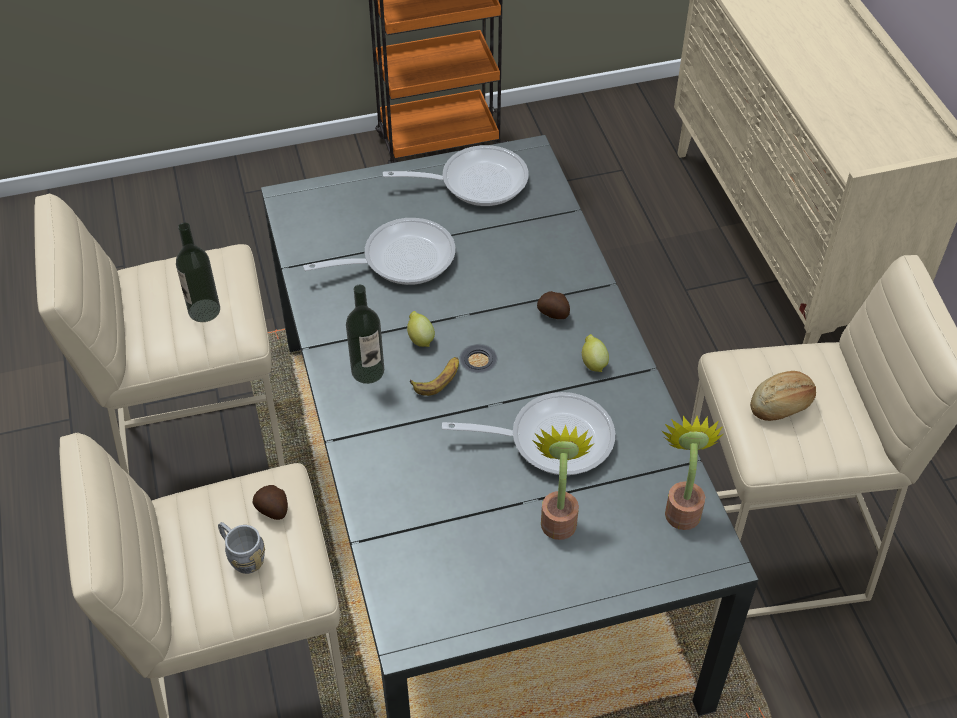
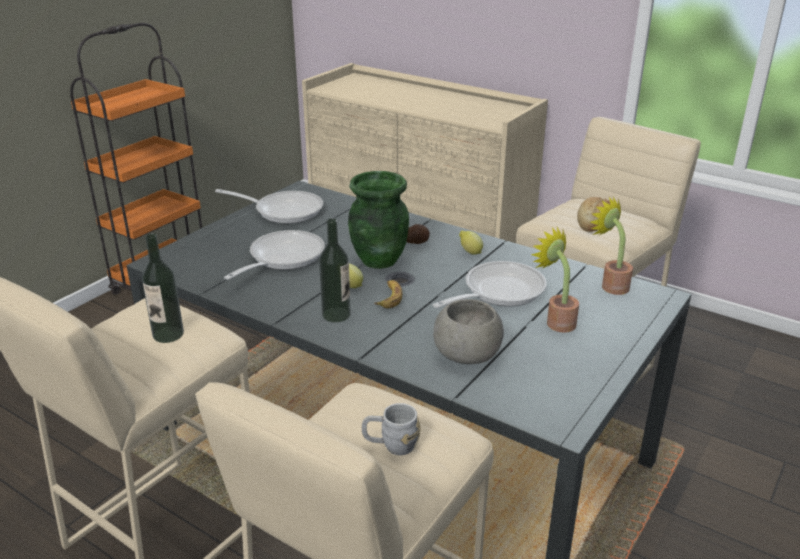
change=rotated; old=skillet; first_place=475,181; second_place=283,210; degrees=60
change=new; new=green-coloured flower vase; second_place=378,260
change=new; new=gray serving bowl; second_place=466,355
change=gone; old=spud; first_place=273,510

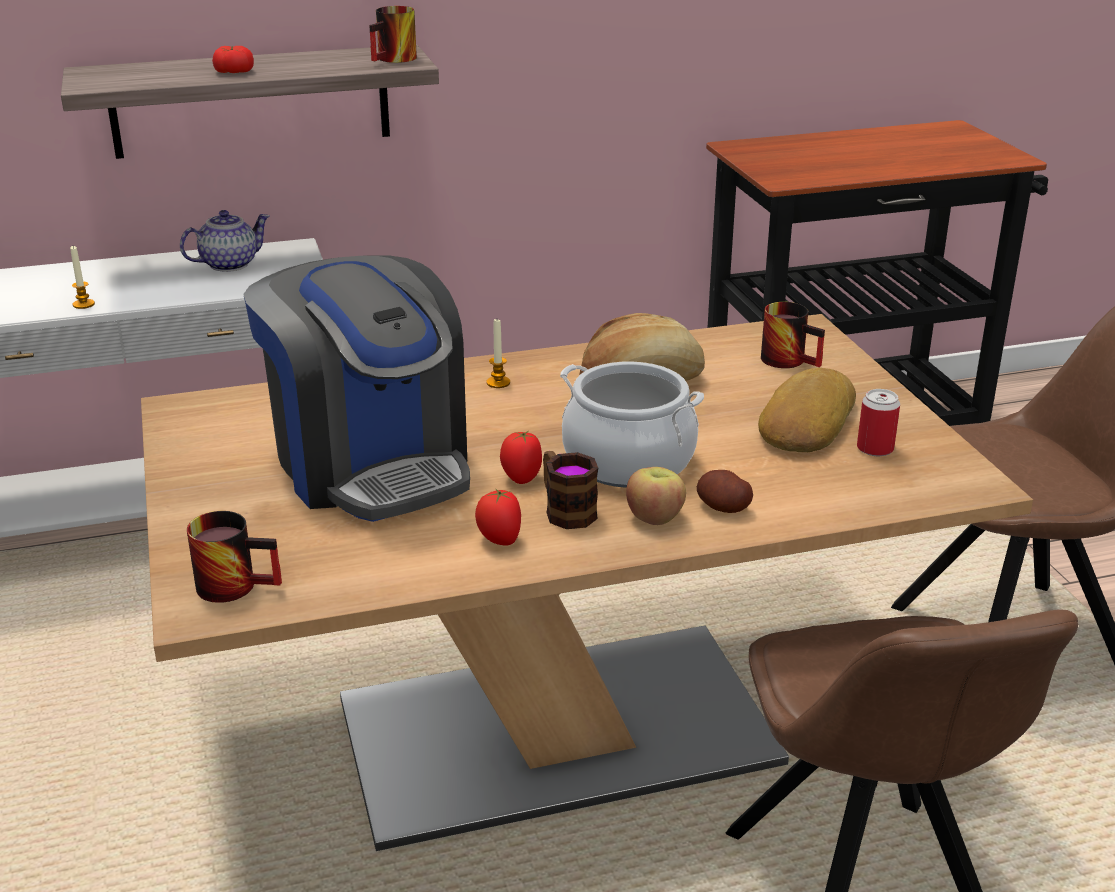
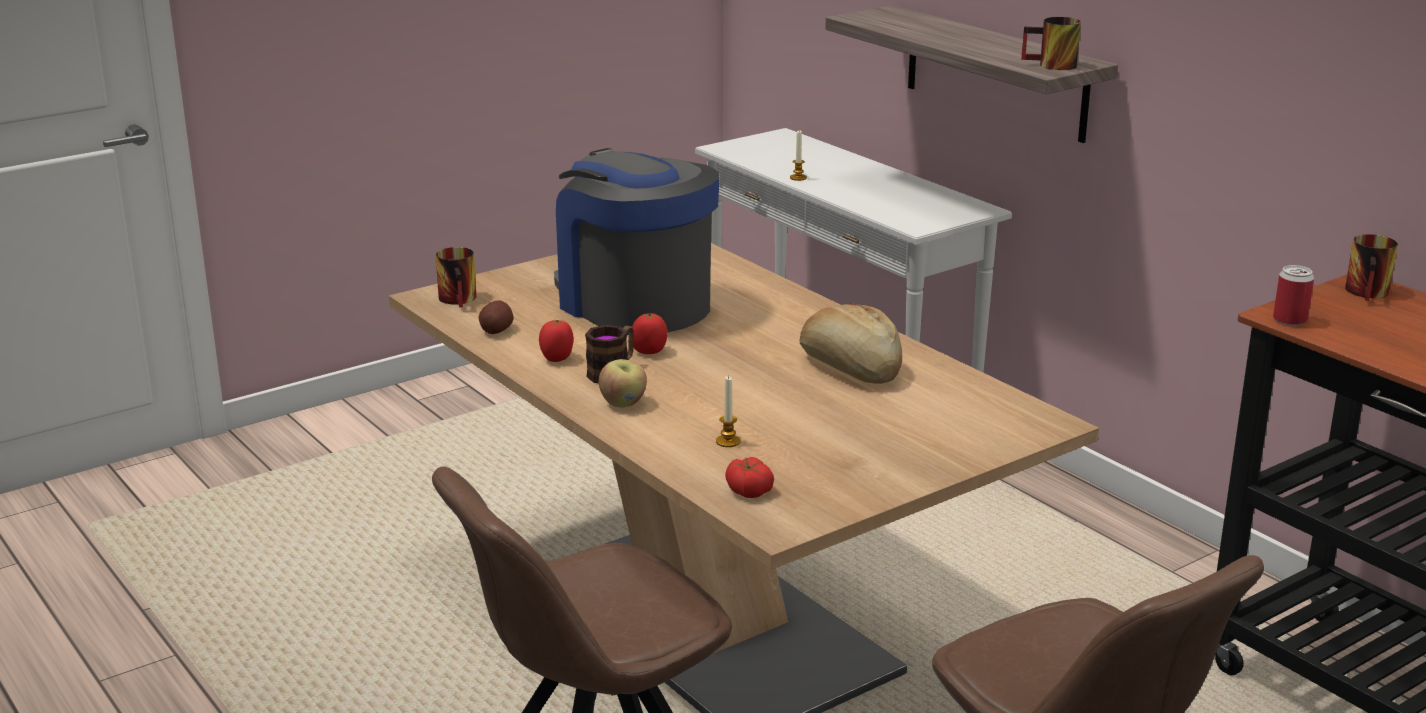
change=shifted; old=spud; first_place=723,507; second_place=496,330
change=rotated; old=coffee brewer; first_place=371,464; second_place=633,304; degrees=105
change=shifted; old=wax candle; first_place=498,383; second_place=728,441
change=shifted; old=fresh tomato; first_place=234,72; second_place=748,490
change=shifted; old=can; first_place=875,449; second_place=1289,320
change=shifted; old=mug; first_place=791,360; second_place=1371,293
change=gone; old=pot for tea; first_place=229,264
change=gone; old=stockpot; first_place=628,461
change=gone; old=bread; first_place=804,422

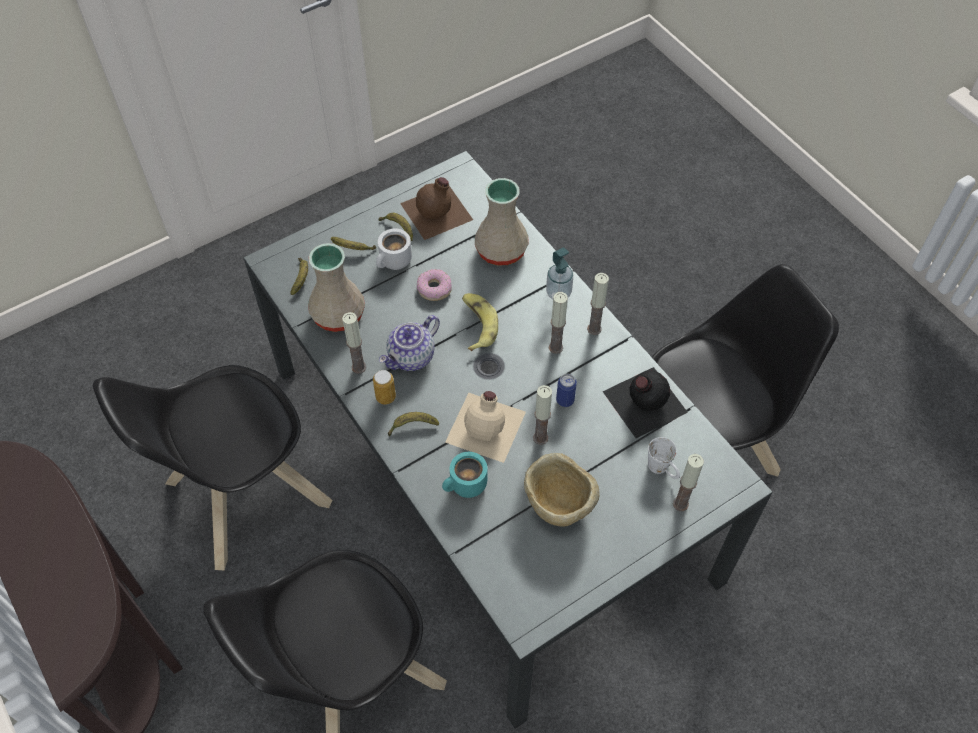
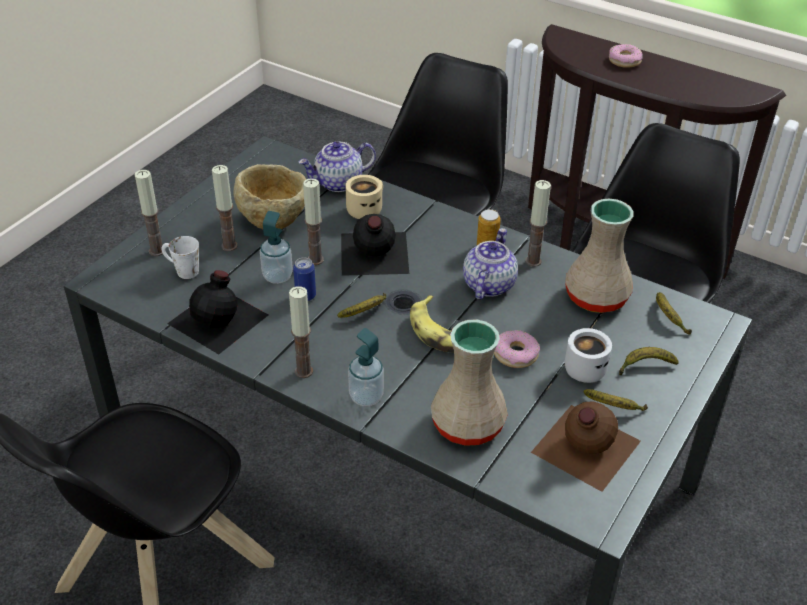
change=shifted; old=wax candle; first_place=555,347; second_place=229,246
change=new; new=soap bottle; second_place=277,276
change=new; new=pot for tea; second_place=338,183
change=shifted; old=banana; first_place=412,426; second_place=365,311
change=repainted; old=beige drink bottle; new=black drink bottle; first_place=487,426; second_place=373,254
change=repainted; old=turquoise-coloured mug; new=beige mug; first_place=466,486; second_place=365,209
change=new; new=donut; second_place=624,61

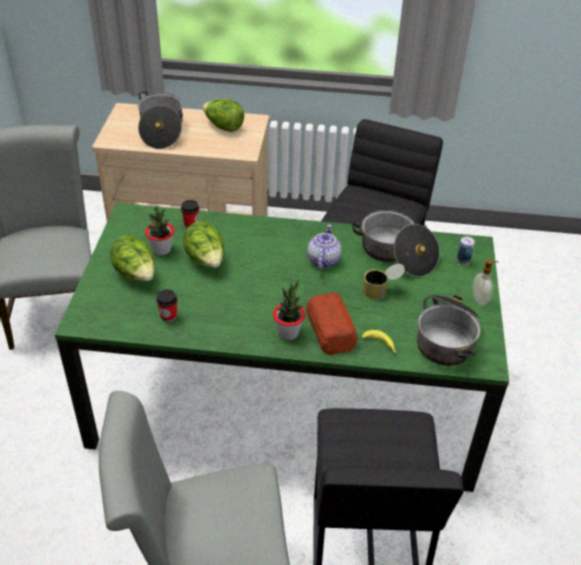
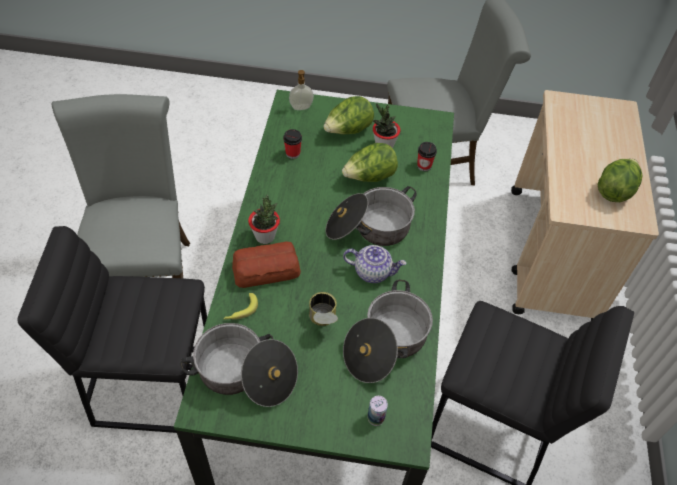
change=shifted; old=soap bottle; first_place=480,299; second_place=301,108
change=shifted; old=stockpot; first_place=161,130; second_place=369,228

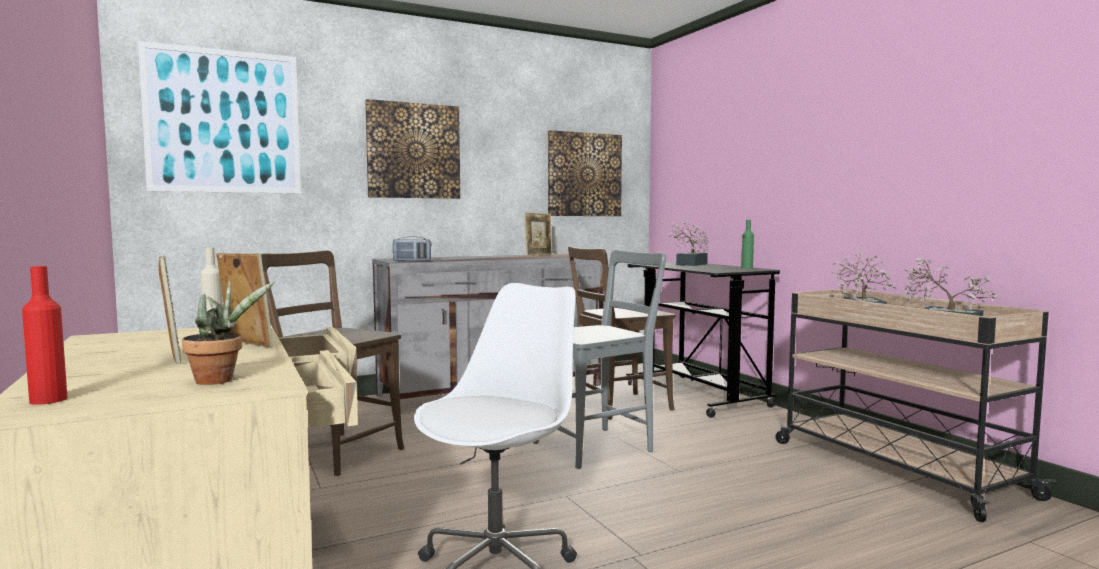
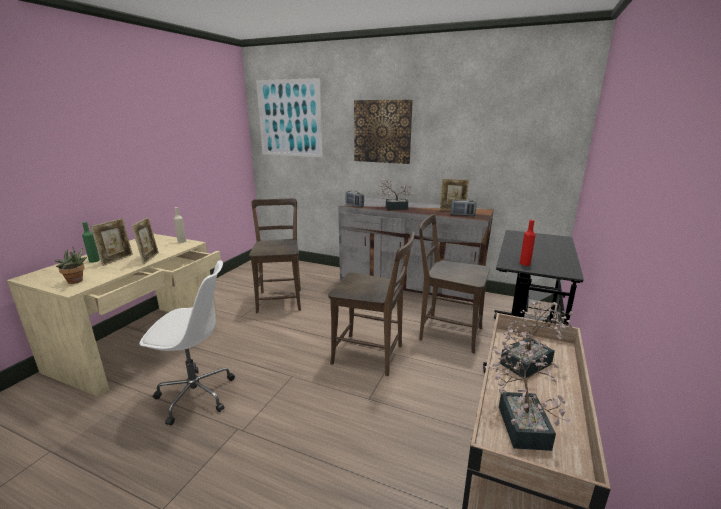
change=shifted; old=green-coloured drink bottle; first_place=747,268; second_place=94,260
change=repainted; old=gray plain chair; new=brown-coloured plain chair; first_place=598,446; second_place=371,355
change=shifted; old=potted plant; first_place=689,264; second_place=393,207
change=new; new=radio set; second_place=462,215
change=shifted; old=red drink bottle; first_place=48,400; second_place=525,263
change=gone; old=wall art; first_place=584,174

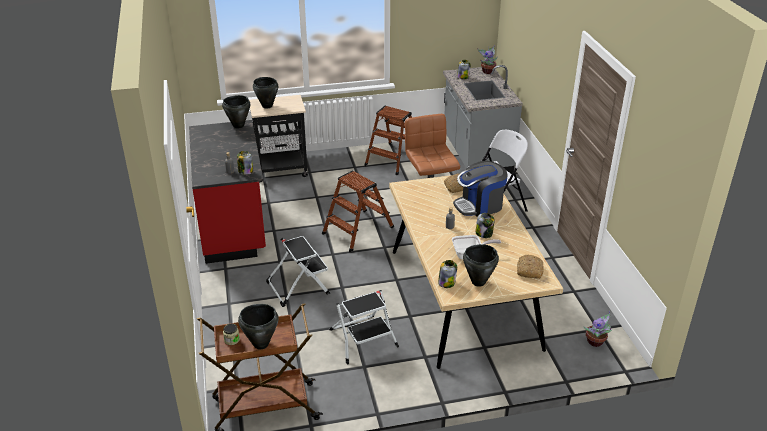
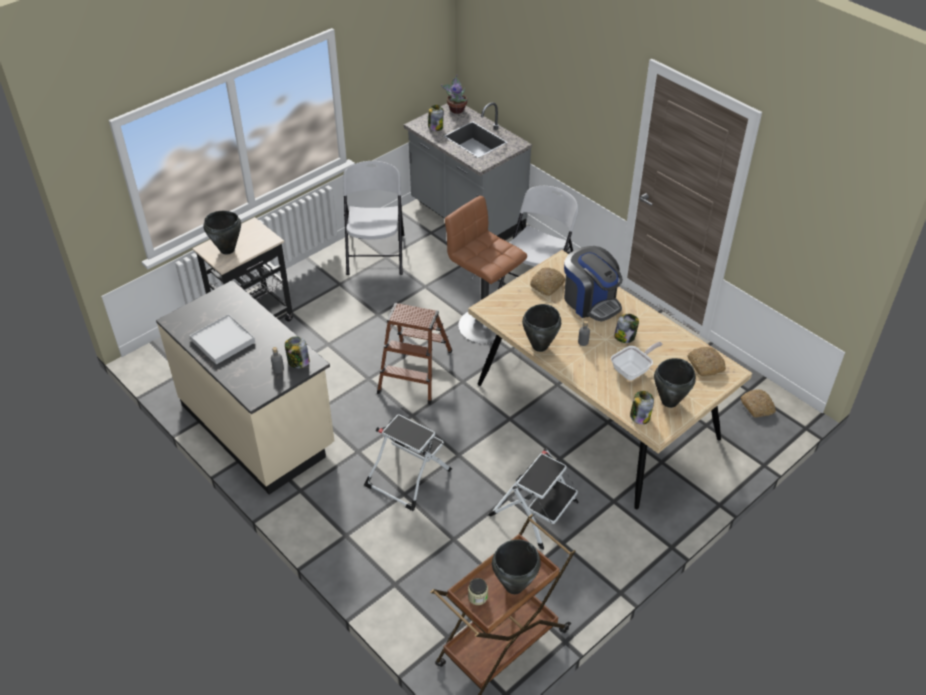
change=repainted; old=red counter; new=beige counter; first_place=233,225; second_place=258,426
change=new; new=whitish tray; second_place=223,341
change=swapped; old=brown-coloured step stool; new=whitish plain chair; first_place=393,158; second_place=376,254
change=shifted; old=black stockpot; first_place=238,126; second_place=539,346
change=rotated; old=coffee brewer; first_place=479,206; second_place=590,301; degrees=-75
change=swapped; old=potted plant; new=bread; first_place=596,342; second_place=757,407

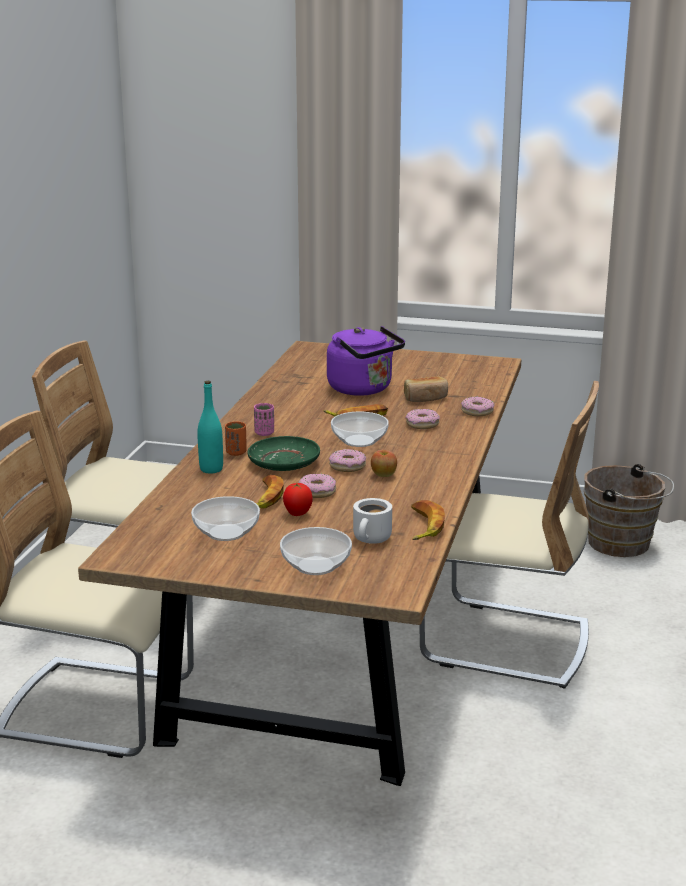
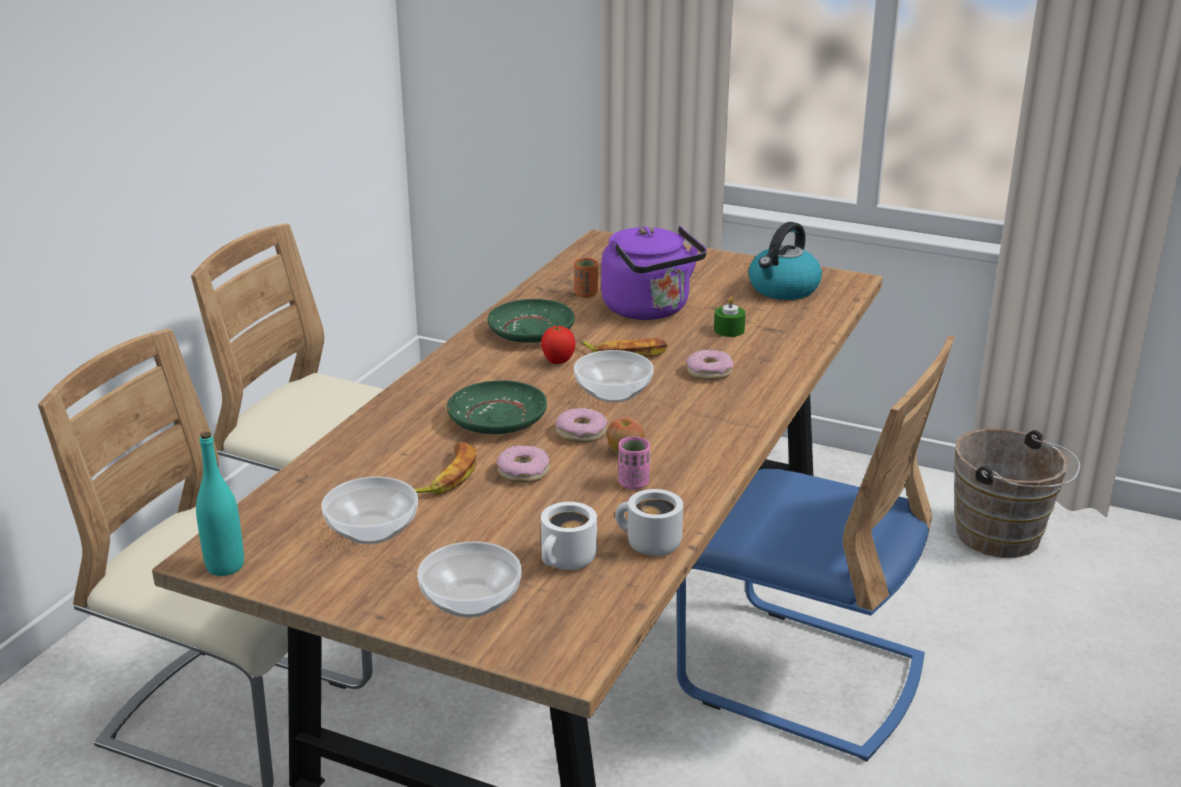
change=shifted; old=turquoise-coloured drink bottle; first_place=211,469; second_place=225,566
change=new; new=green-coloured plate; second_place=531,332
change=shifted; old=fresh tomato; first_place=297,514; second_place=557,362
change=shifted; old=orange cup; first_place=236,452; second_place=586,294
change=swapped; old=banana; new=whitish mug; first_place=423,526; second_place=648,545
change=shifted; old=pink cup; first_place=264,433; second_place=633,483
change=repainted; old=beige plain chair; new=blue plain chair; first_place=505,642; second_place=801,677
change=swapped; old=bread; new=green-coloured wax candle; first_place=425,398; second_place=729,330
change=new; new=tea kettle; second_place=783,289
change=gone; old=donut; first_place=477,411

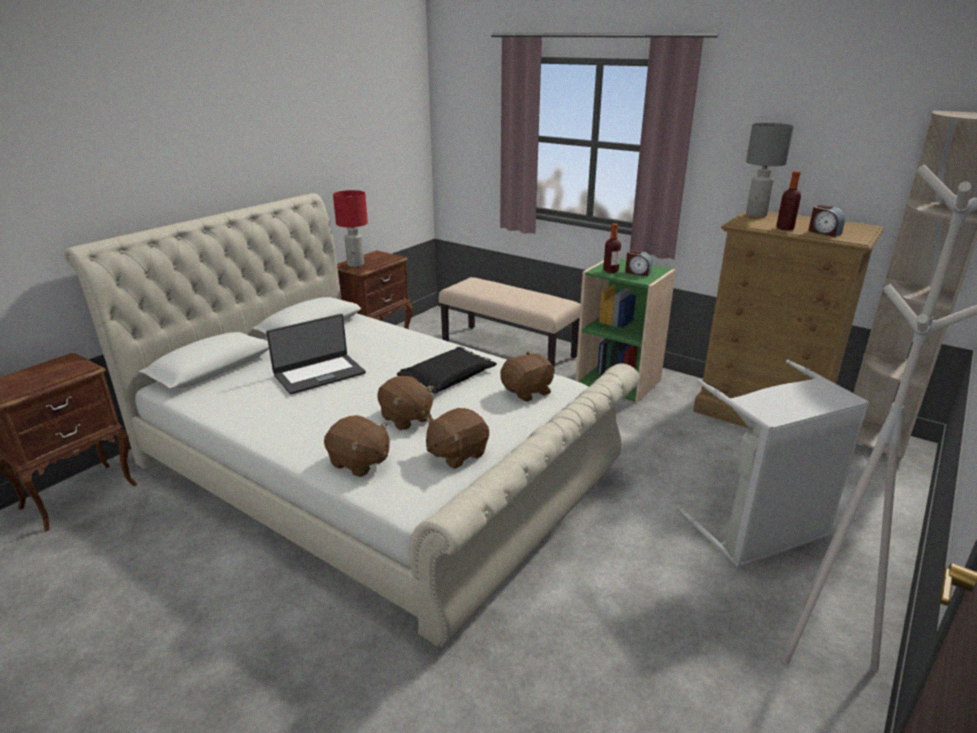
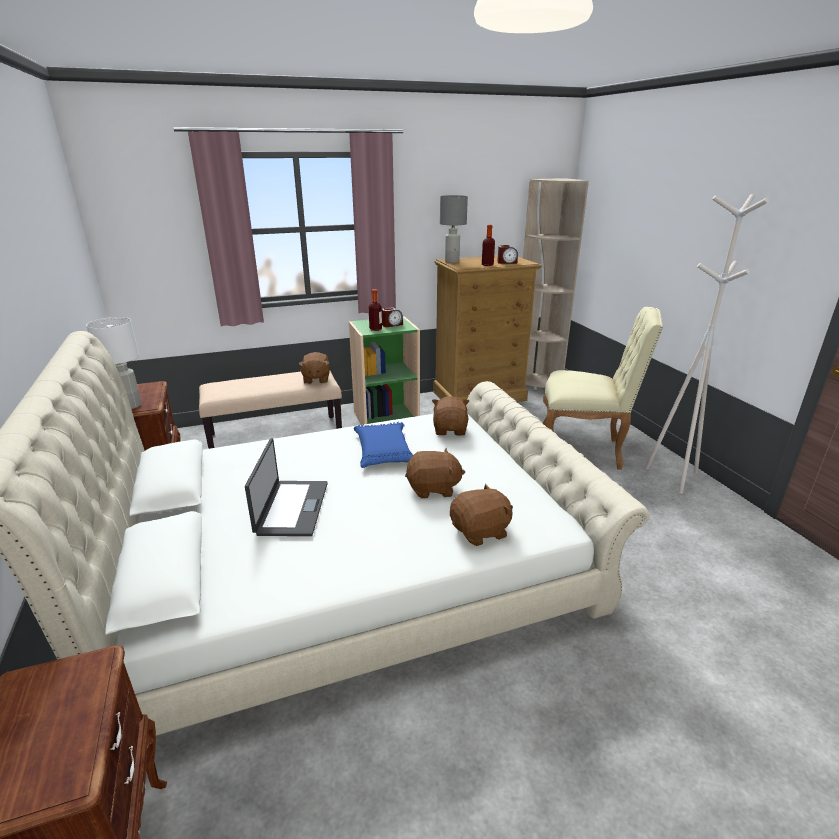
change=repainted; old=red table lamp; new=whitish table lamp; first_place=356,265; second_place=131,405
change=shifted; old=brown-coloured cuddly toy; first_place=456,454; second_place=316,379
change=repainted; old=black throw pillow; new=blue throw pillow; first_place=448,375; second_place=383,449
change=swapped; old=gray hamper; new=beige plain chair; first_place=760,532; second_place=582,450

